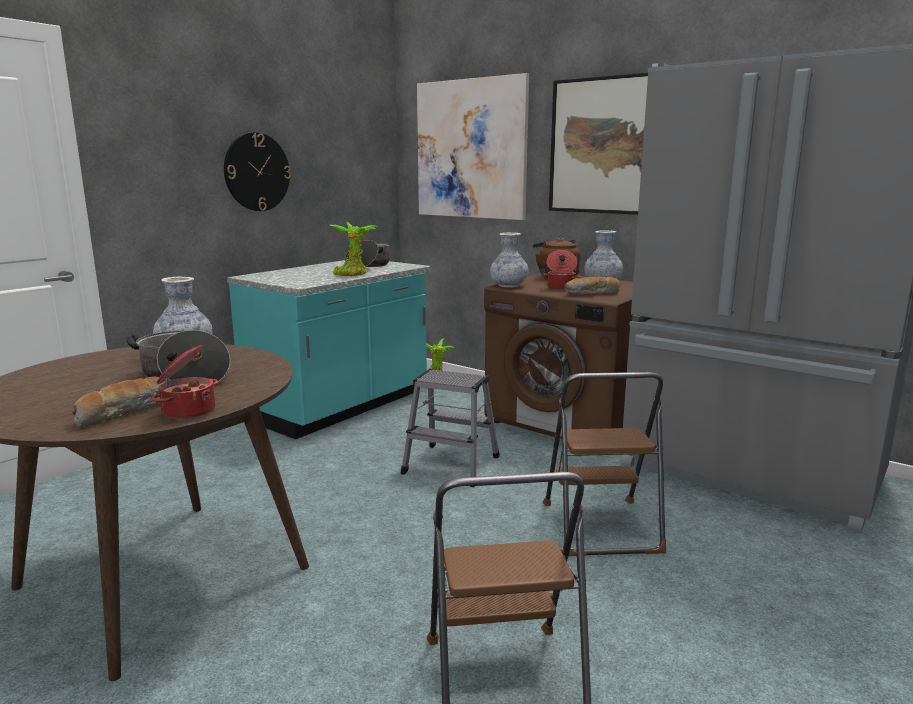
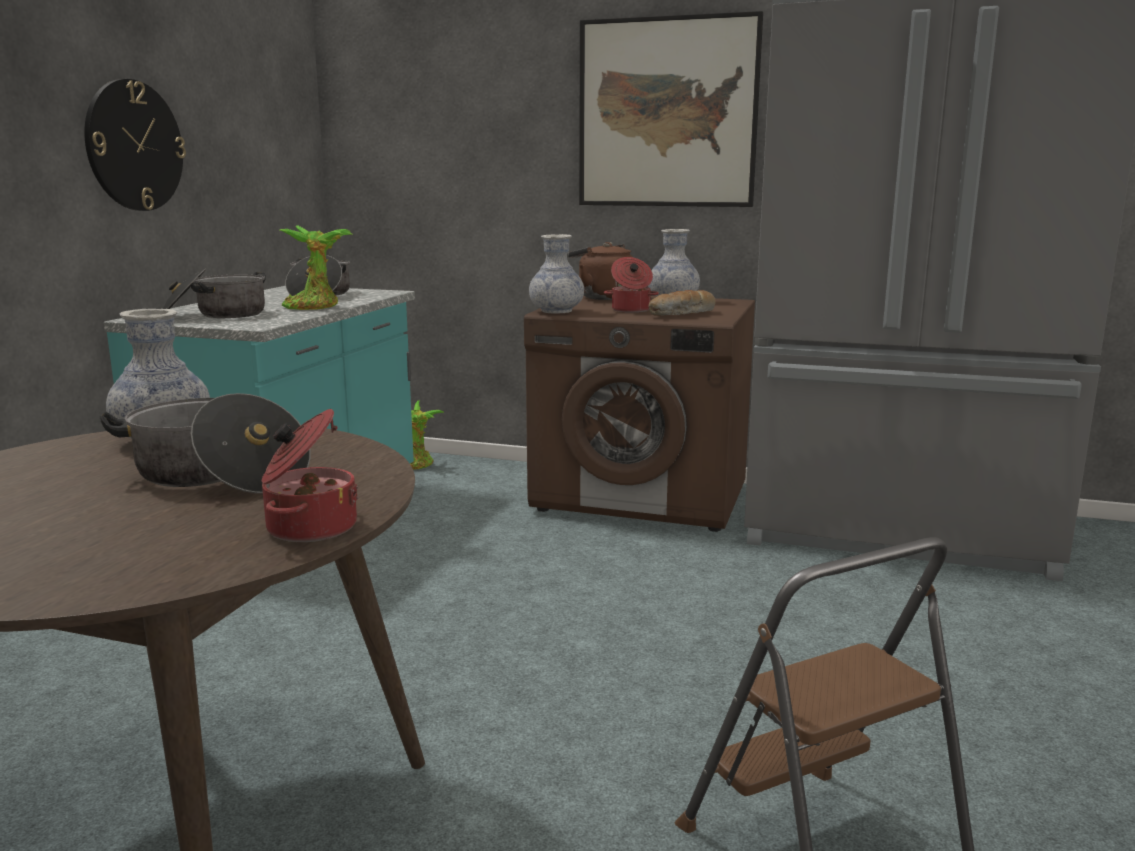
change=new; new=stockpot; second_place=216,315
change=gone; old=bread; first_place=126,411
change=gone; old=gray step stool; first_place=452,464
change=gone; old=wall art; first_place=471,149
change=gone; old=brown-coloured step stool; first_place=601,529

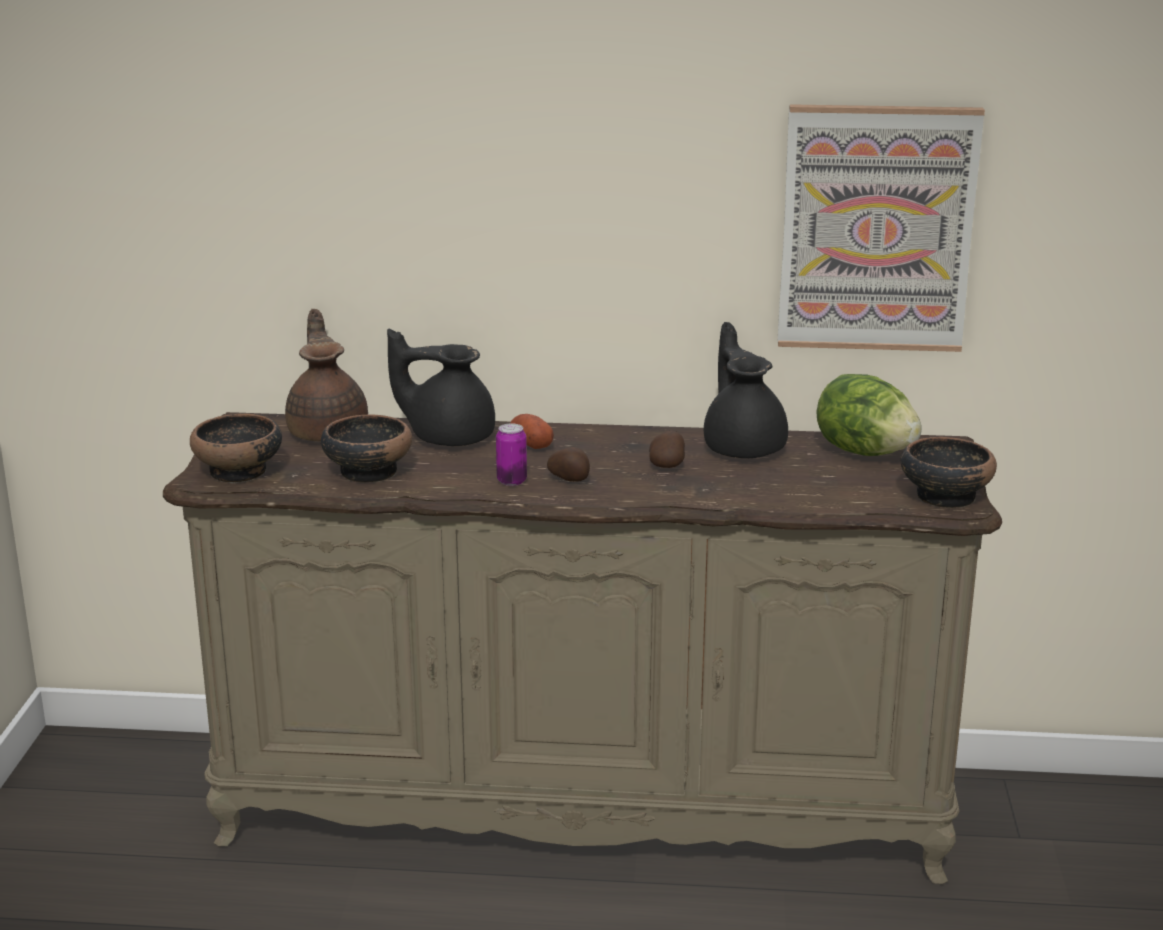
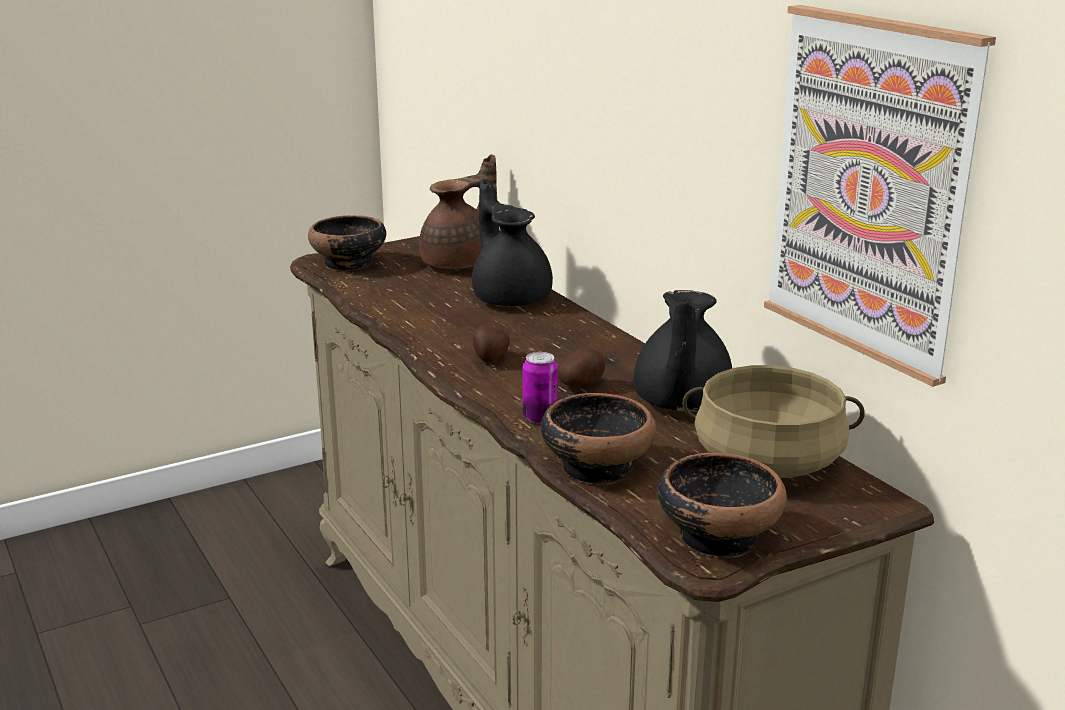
change=shifted; old=can; first_place=511,481; second_place=540,417
change=shifted; old=serving bowl; first_place=367,471; second_place=597,466
change=rotated; old=black pot for tea; first_place=744,447; second_place=679,403; degrees=150
change=swapped; old=lettuce; new=beige stockpot; first_place=864,452; second_place=768,462
change=gone; old=spud; first_place=530,444

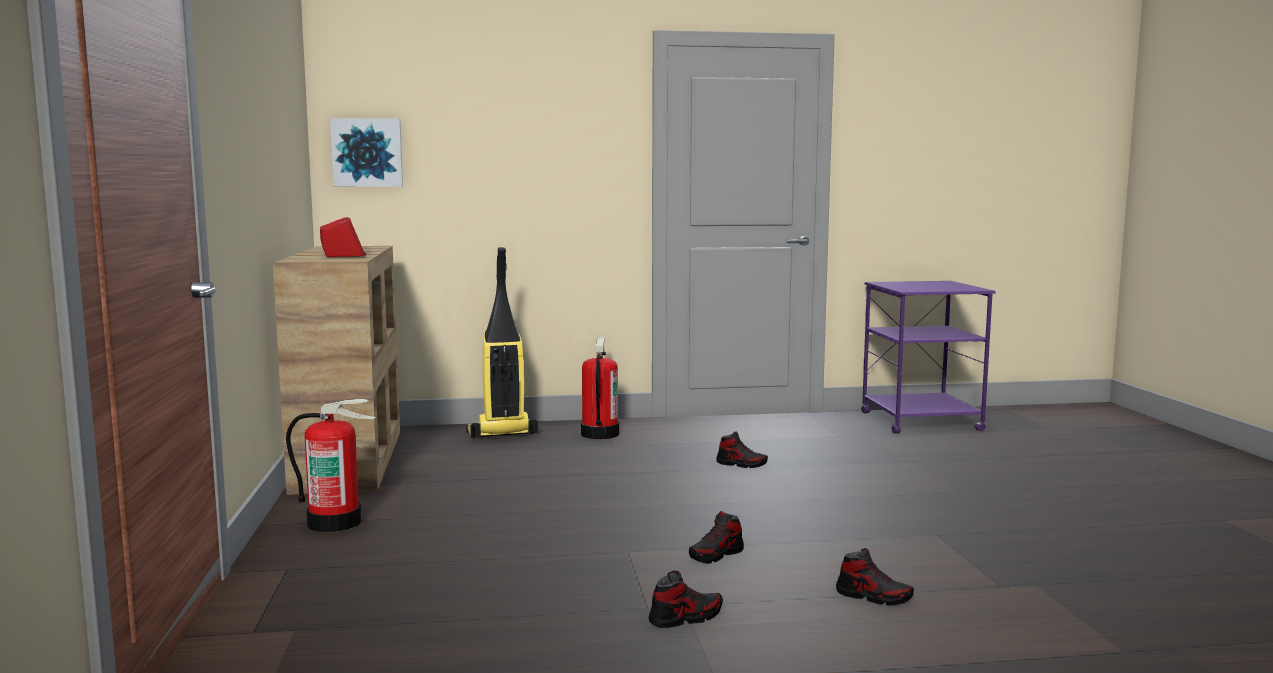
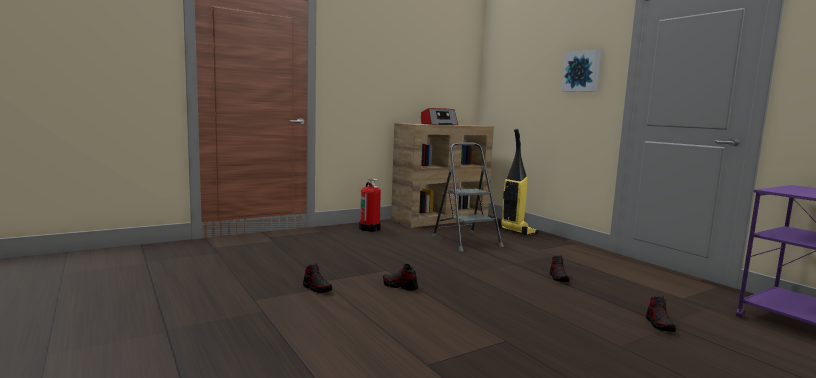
change=new; new=gray step stool; second_place=465,240
change=shifted; old=wall art; first_place=367,153; second_place=582,71
change=shifted; old=low shoe; first_place=873,597; second_place=659,324
change=gone; old=extinguisher; first_place=599,434

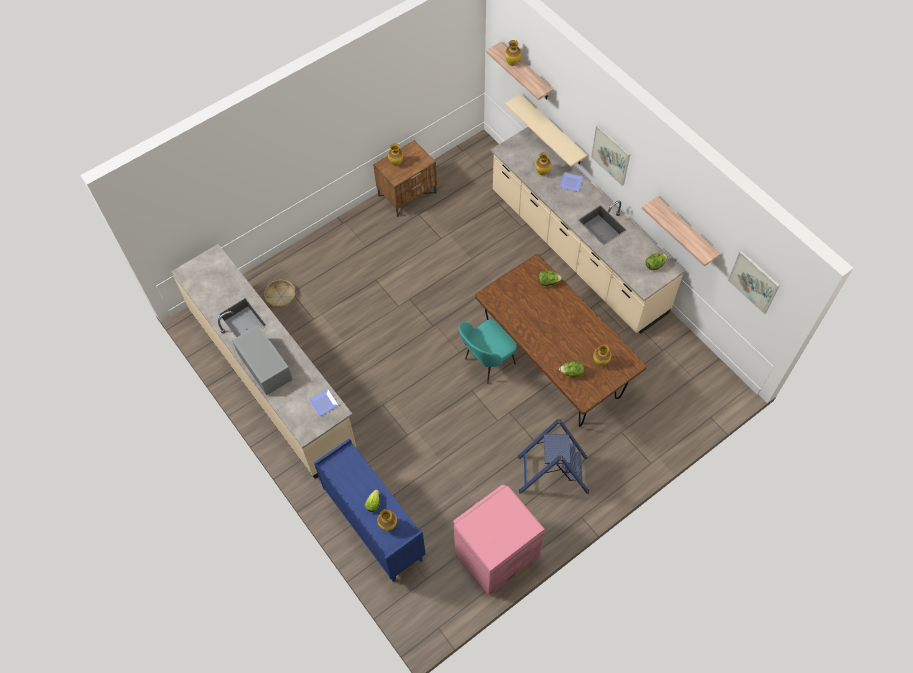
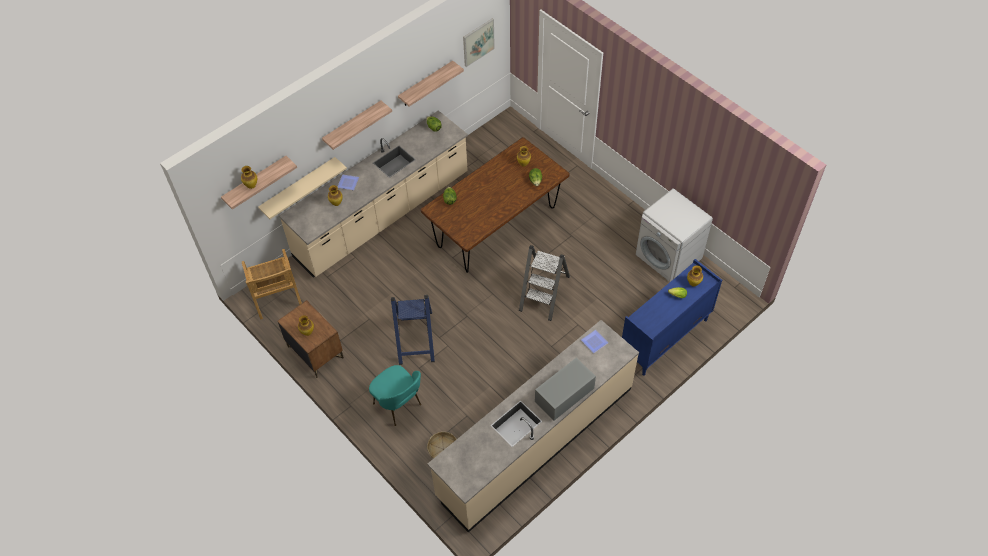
change=new; new=beige plain chair; second_place=277,298
change=swapped; old=wall art; new=wall shelf; first_place=611,155; second_place=353,125
change=shifted; old=turquoise-coloured plain chair; first_place=486,363; second_place=399,407
change=shifted; old=blue step stool; first_place=552,473; second_place=415,338
change=new; new=gray step stool; second_place=545,292
change=repainted; old=pink laundry appliance; new=whitish laundry appliance; first_place=494,552; second_place=668,256

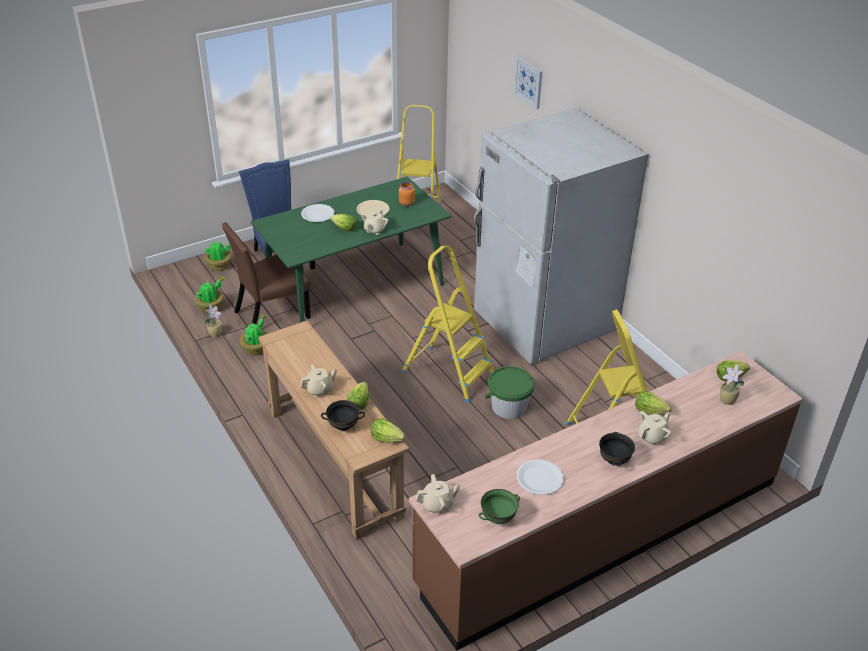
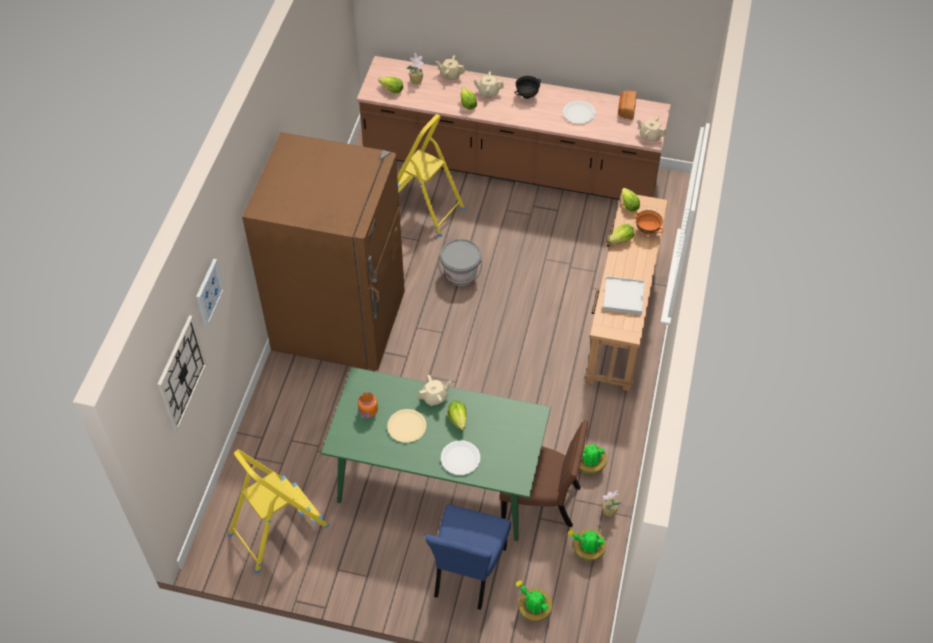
change=new; new=wall clock; second_place=181,373
change=repainted; old=whitish refrigerator; new=brown-coloured refrigerator; first_place=545,321; second_place=339,320
change=shifted; old=beige pot for tea; first_place=319,389; second_place=450,75
change=repainted; old=green-coloured water bucket; new=gray water bucket; first_place=509,407; second_place=460,274
change=new; new=whitish tray; second_place=623,297
change=swapped; old=green-coloured serving bowl; new=bread; first_place=498,519; second_place=626,110
change=repainted; old=black serving bowl; new=orange serving bowl; first_place=343,426; second_place=647,231
change=gone; old=yellow-coloured step stool; first_place=449,374

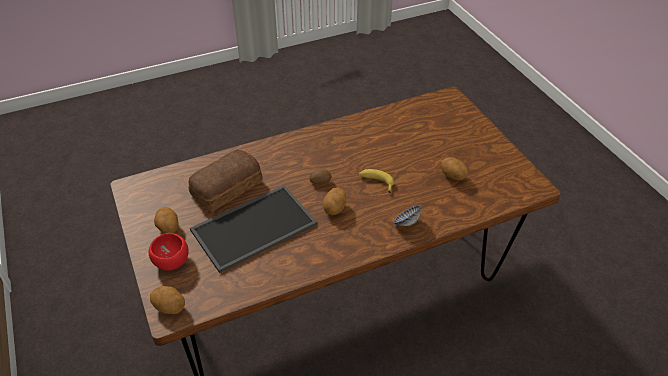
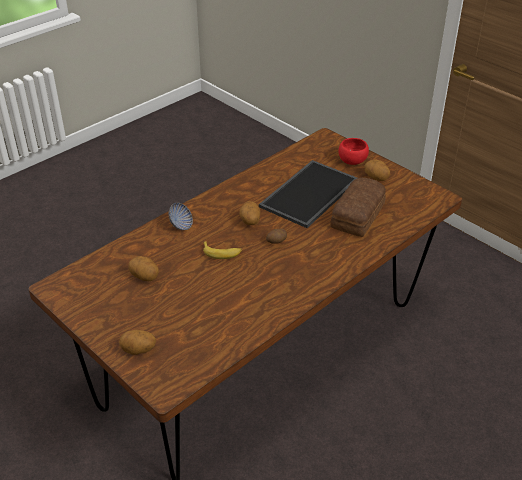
change=shifted; old=spud; first_place=170,307; second_place=138,351

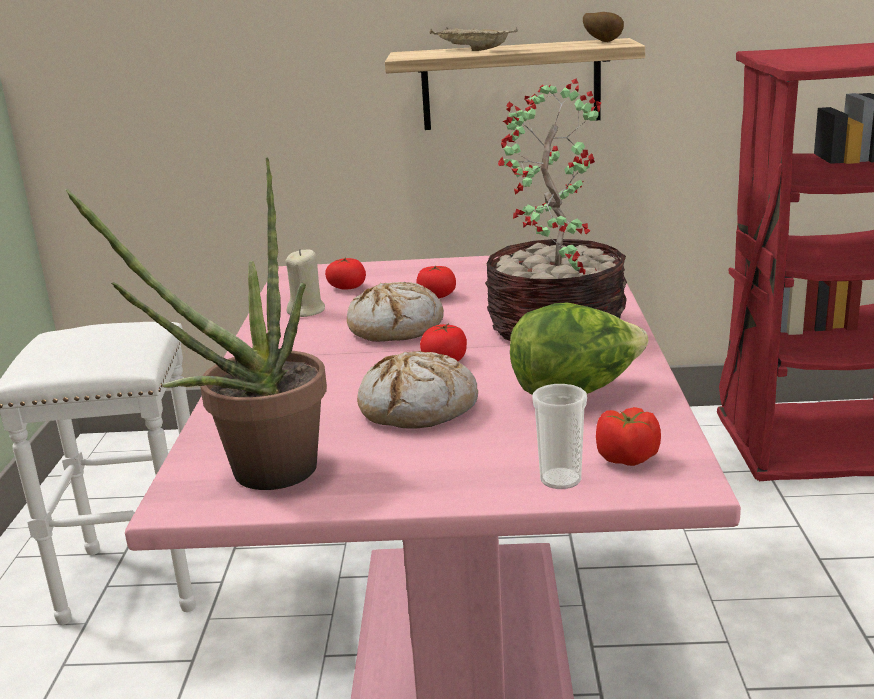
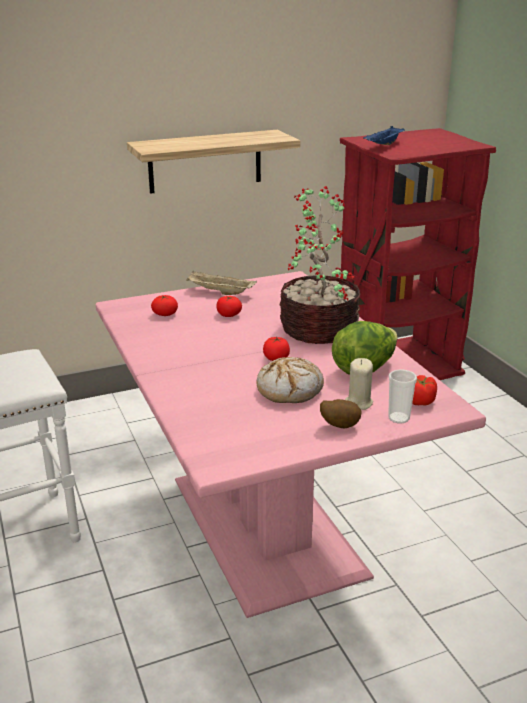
change=shifted; old=beige tray; first_place=471,50; second_place=219,292
change=shifted; old=spud; first_place=603,42; second_place=339,425
change=shifted; old=beige wax candle; first_place=307,311; second_place=358,403
change=new; new=blue tray; second_place=384,145
change=gone; old=potted plant; first_place=257,476
change=gone; old=bread; first_place=396,327

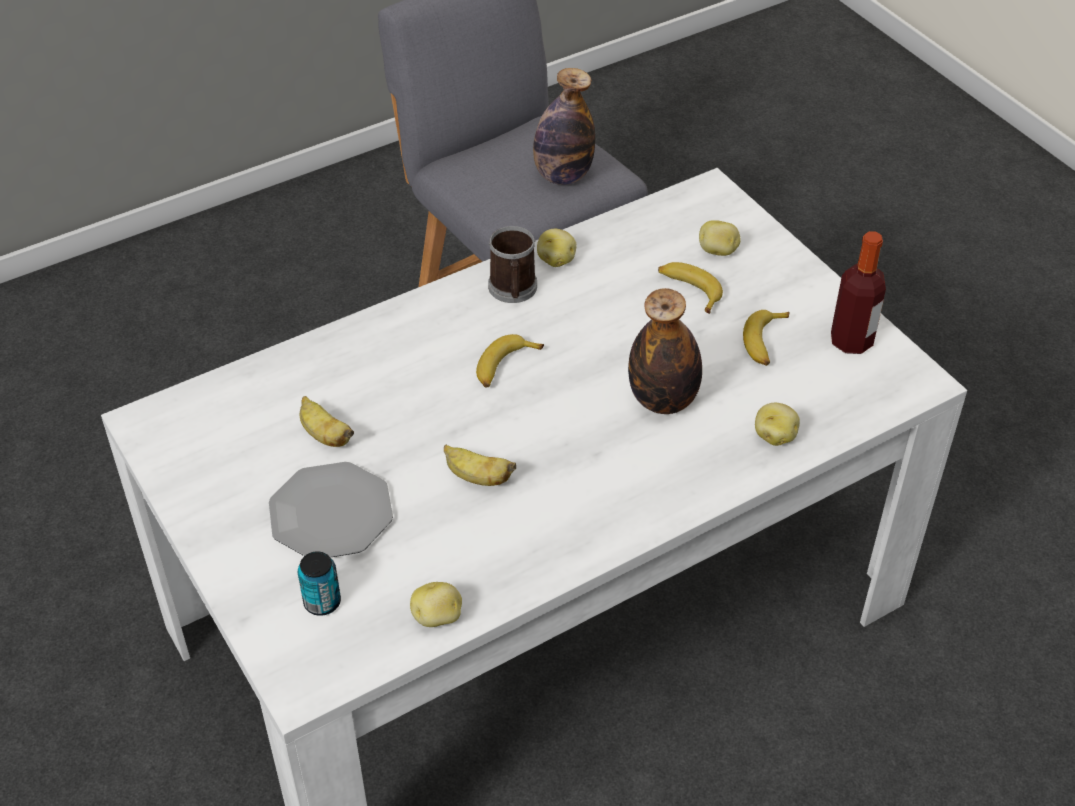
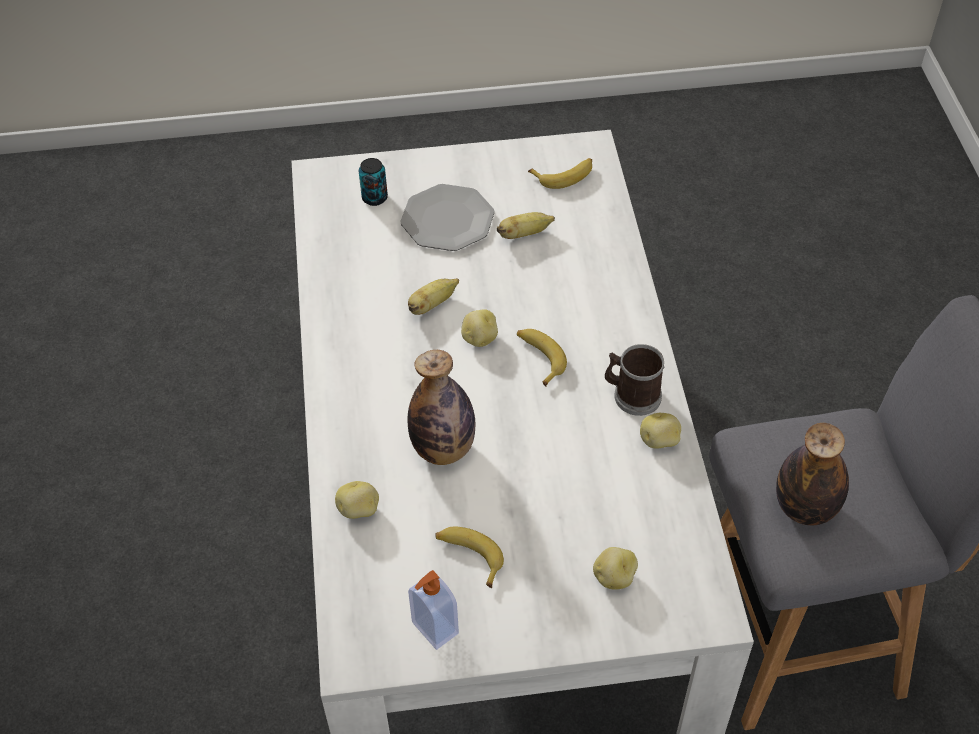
change=swapped; old=drink bottle; new=soap bottle; first_place=851,341; second_place=434,629
change=shifted; old=spud; first_place=438,617; second_place=479,338
change=shifted; old=banana; first_place=689,290; second_place=564,176

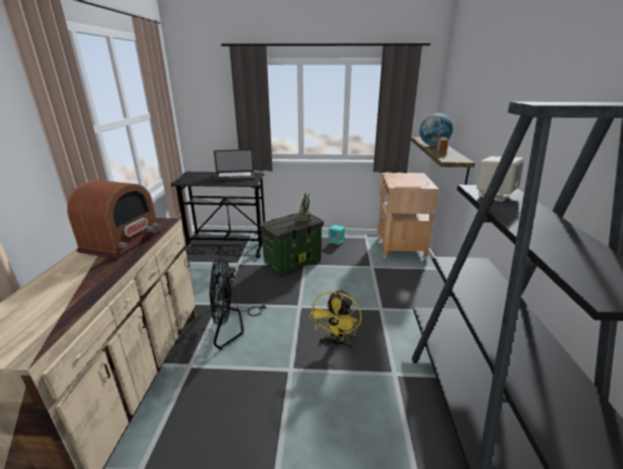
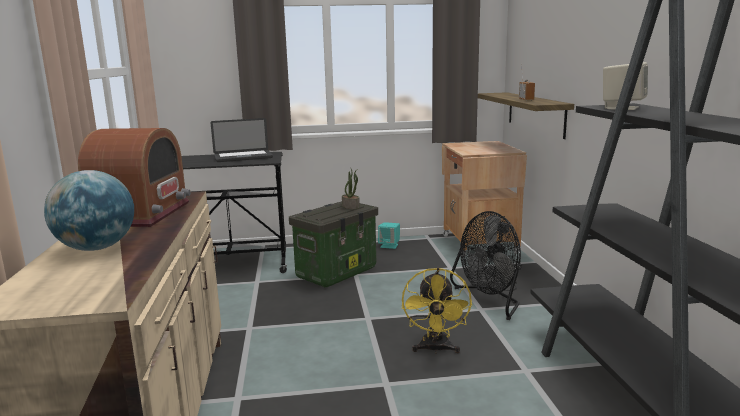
change=shifted; old=desk globe; first_place=433,145; second_place=96,248
change=shifted; old=black electric fan; first_place=231,322; second_place=492,298

